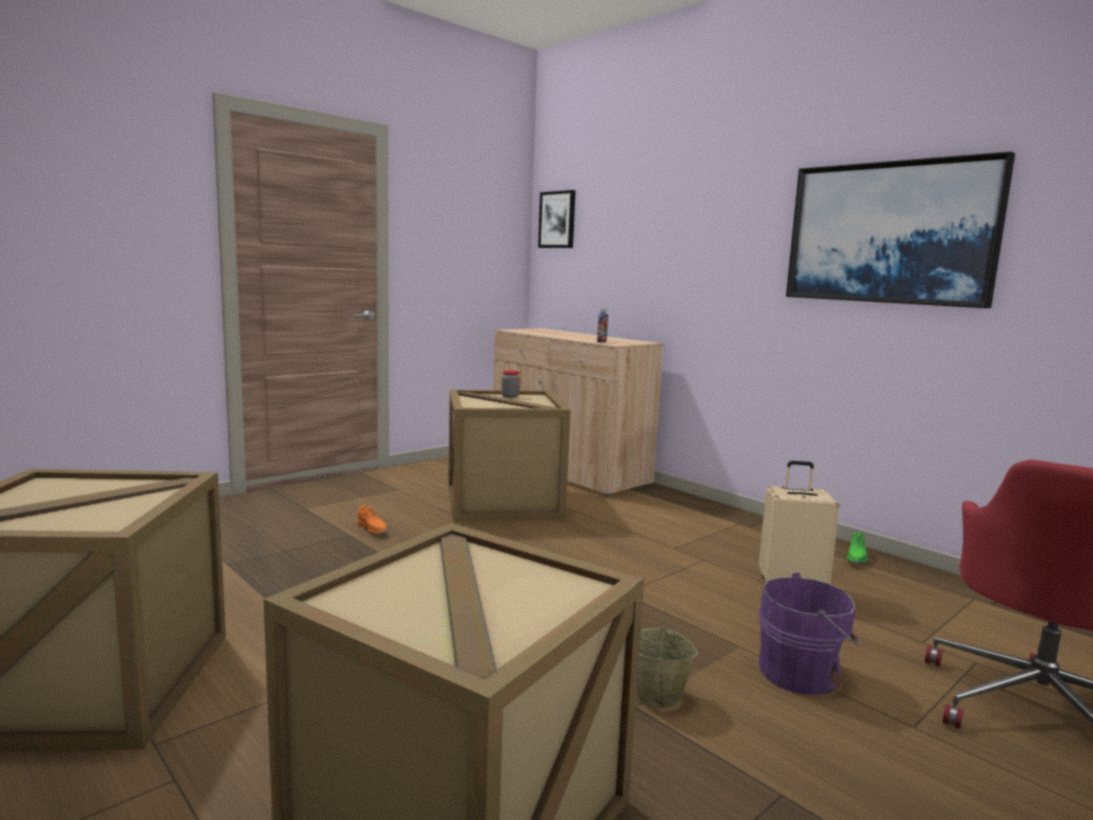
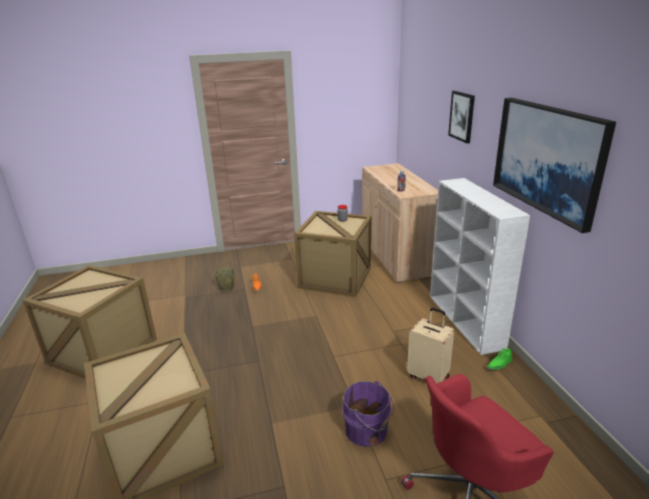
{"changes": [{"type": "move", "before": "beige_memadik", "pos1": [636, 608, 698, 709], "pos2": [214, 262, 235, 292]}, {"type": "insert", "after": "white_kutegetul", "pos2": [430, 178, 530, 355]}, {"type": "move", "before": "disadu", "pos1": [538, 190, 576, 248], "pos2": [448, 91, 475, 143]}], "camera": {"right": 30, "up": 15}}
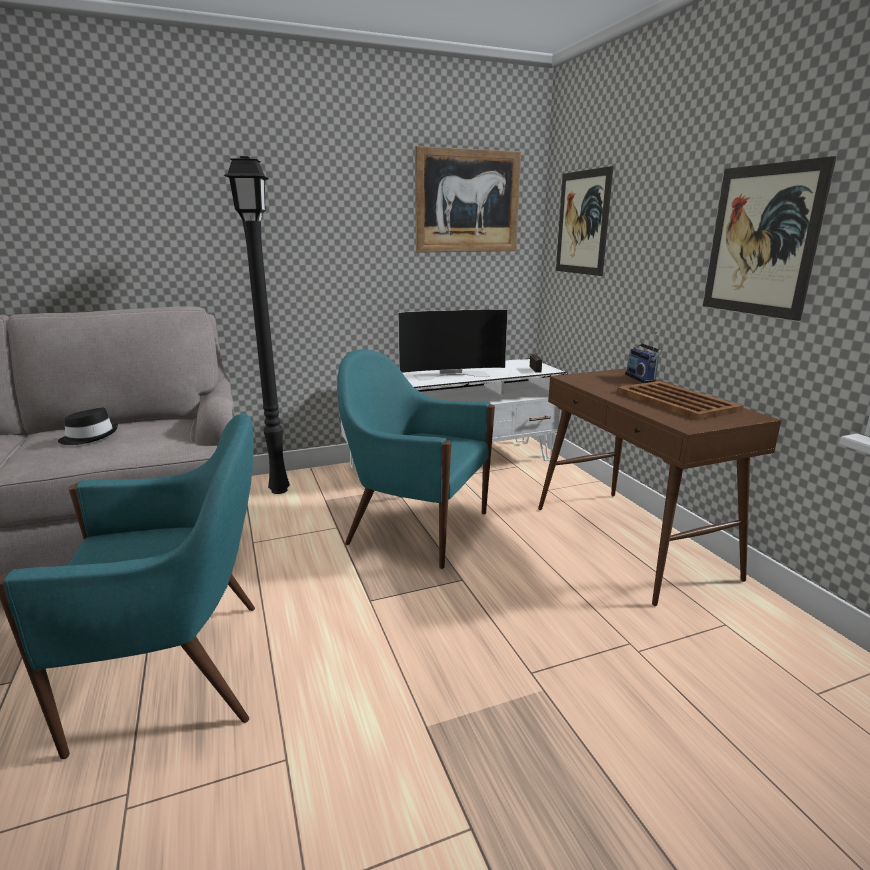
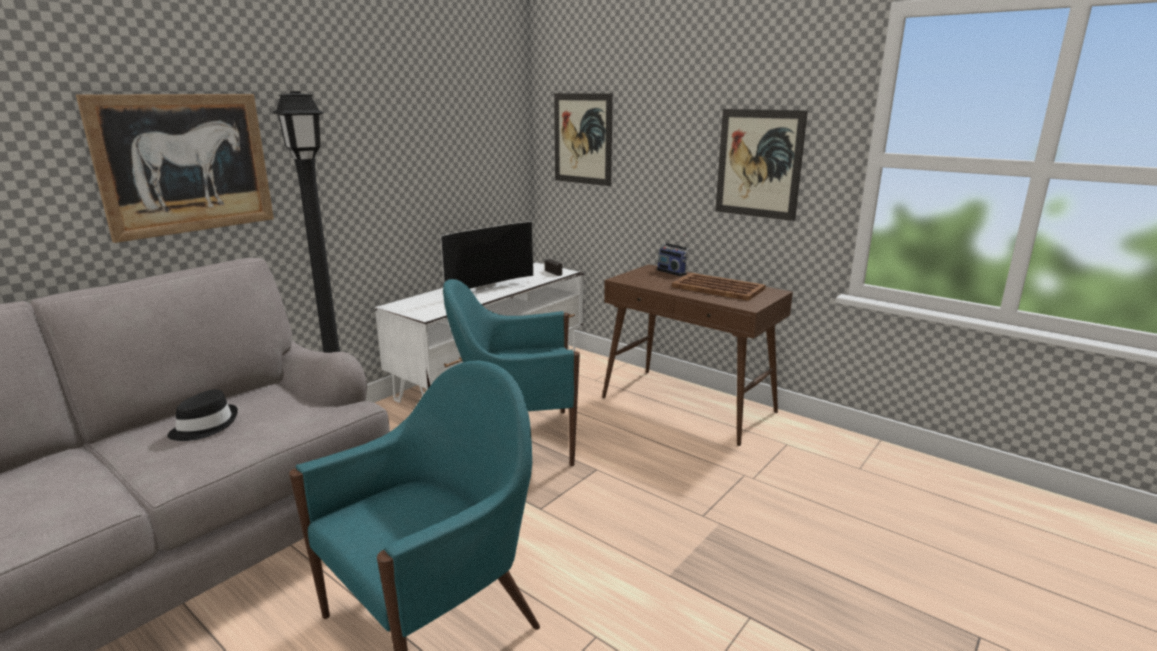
{"changes": [{"type": "move", "before": "disadu", "pos1": [415, 146, 521, 253], "pos2": [76, 94, 274, 243]}], "camera": {"right": -30, "up": 0}}
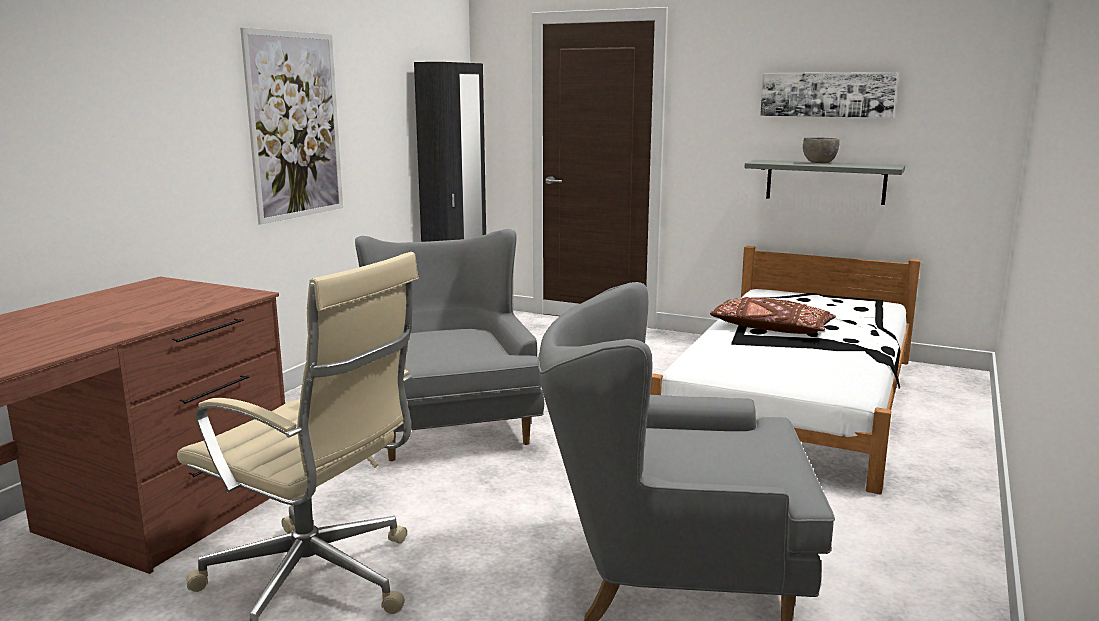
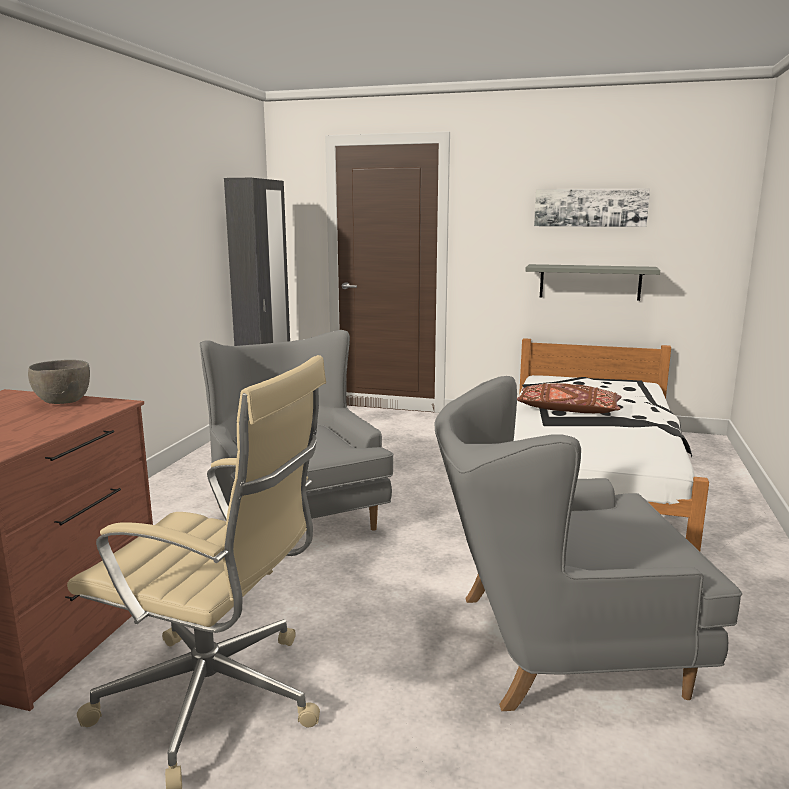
{"changes": [{"type": "move", "before": "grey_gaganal", "pos1": [803, 137, 840, 163], "pos2": [28, 360, 90, 404]}, {"type": "delete", "before": "disadu", "pos1": [240, 28, 343, 225]}], "camera": {"right": -10, "up": 0}}
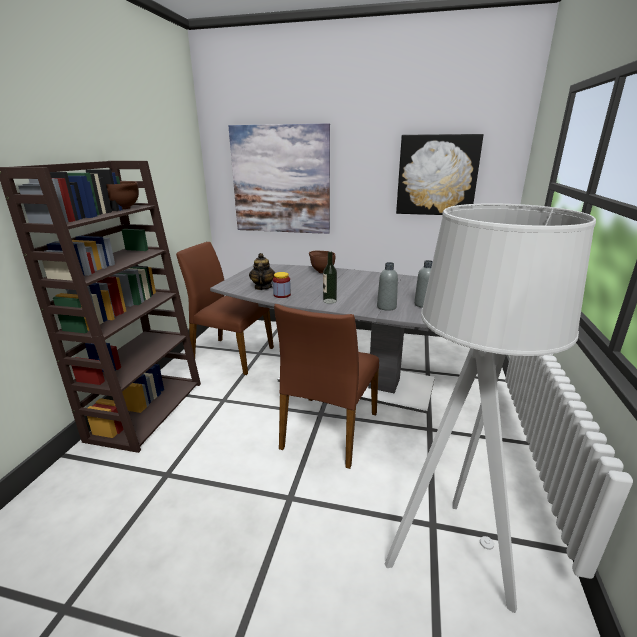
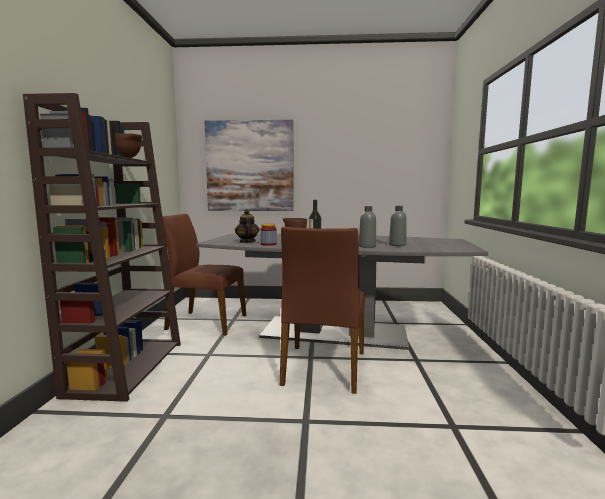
{"changes": [{"type": "delete", "before": "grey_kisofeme", "pos1": [385, 203, 596, 613]}, {"type": "delete", "before": "disadu", "pos1": [396, 134, 483, 215]}], "camera": {"right": -10, "up": -15}}
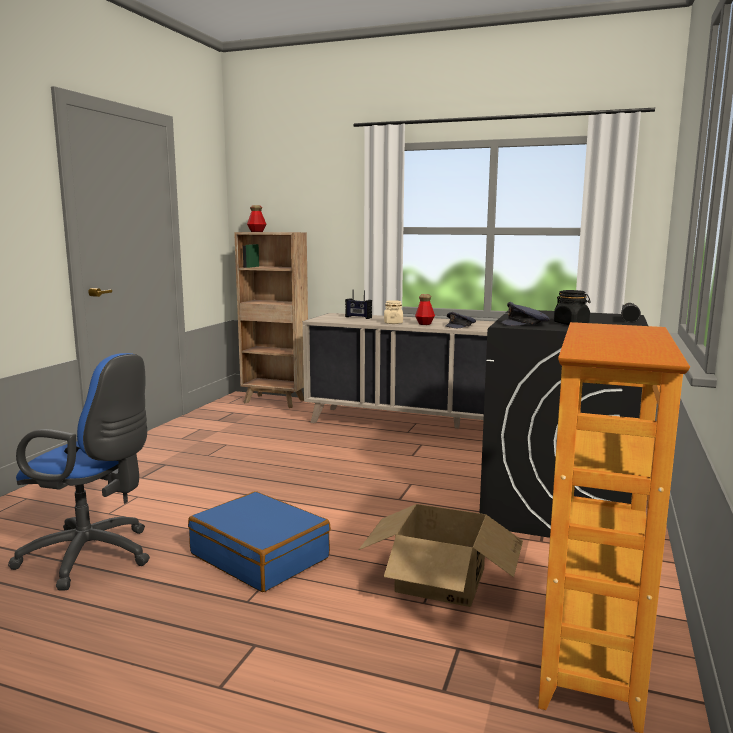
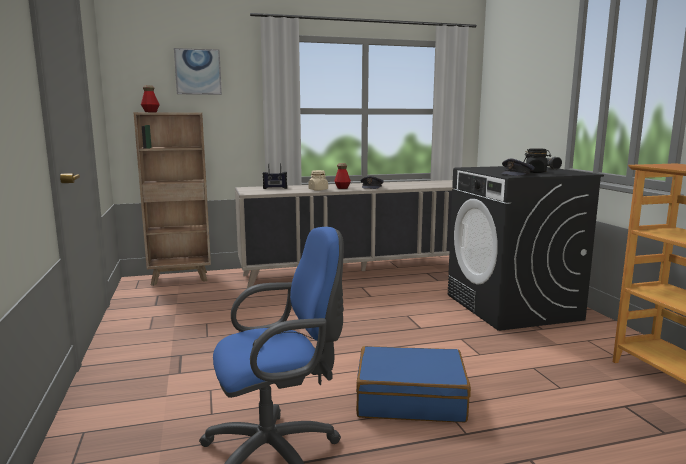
{"changes": [{"type": "insert", "after": "disadu", "pos2": [174, 48, 222, 95]}, {"type": "delete", "before": "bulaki", "pos1": [359, 504, 523, 607]}], "camera": {"right": -35, "up": 0}}
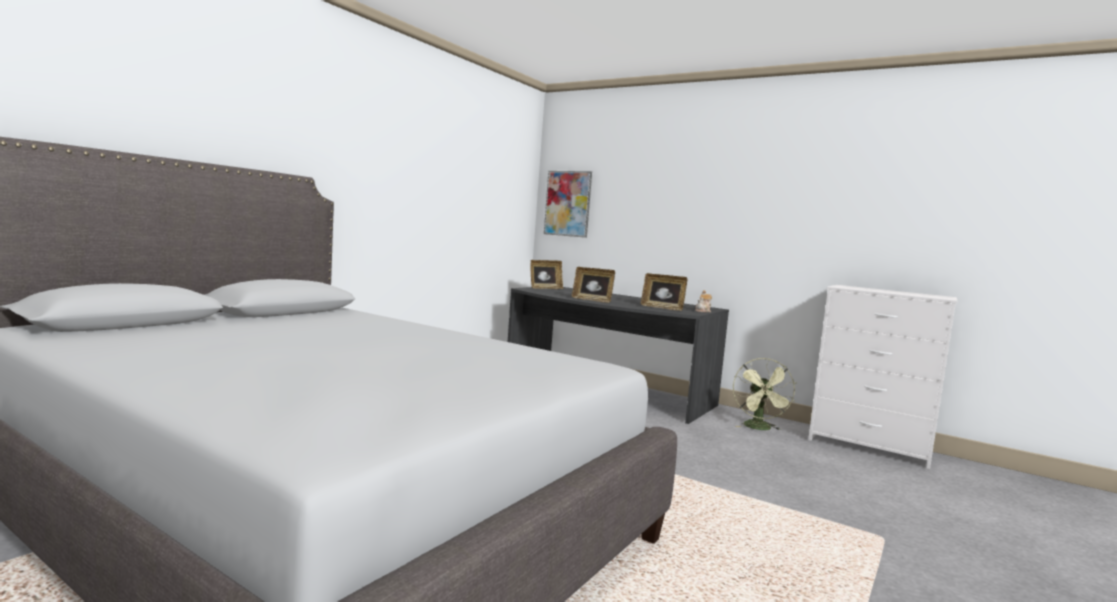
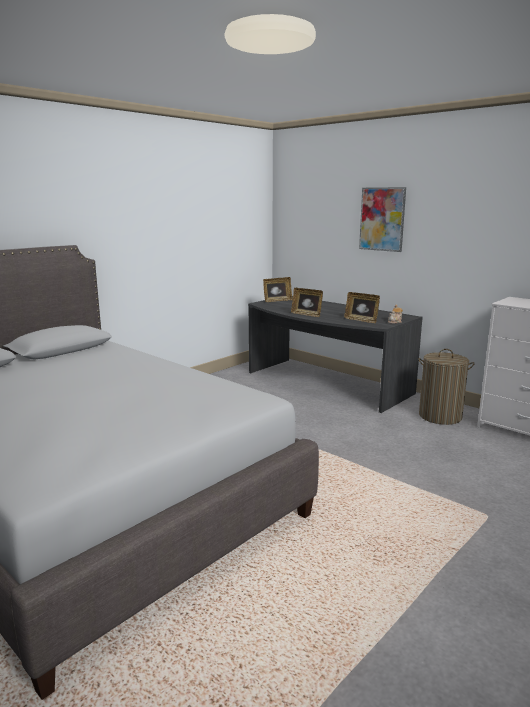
{"changes": [{"type": "move", "before": "disadu", "pos1": [544, 171, 592, 238], "pos2": [359, 187, 406, 252]}, {"type": "replace", "before": "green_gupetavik", "after": "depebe", "pos1": [733, 358, 797, 430], "pos2": [418, 349, 475, 425]}], "camera": {"right": 10, "up": 10}}
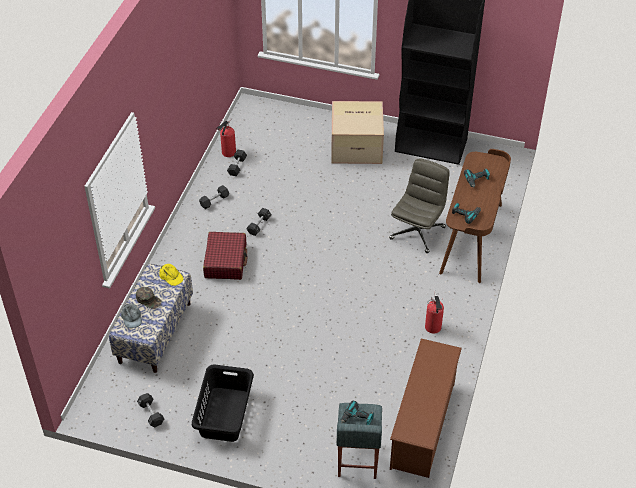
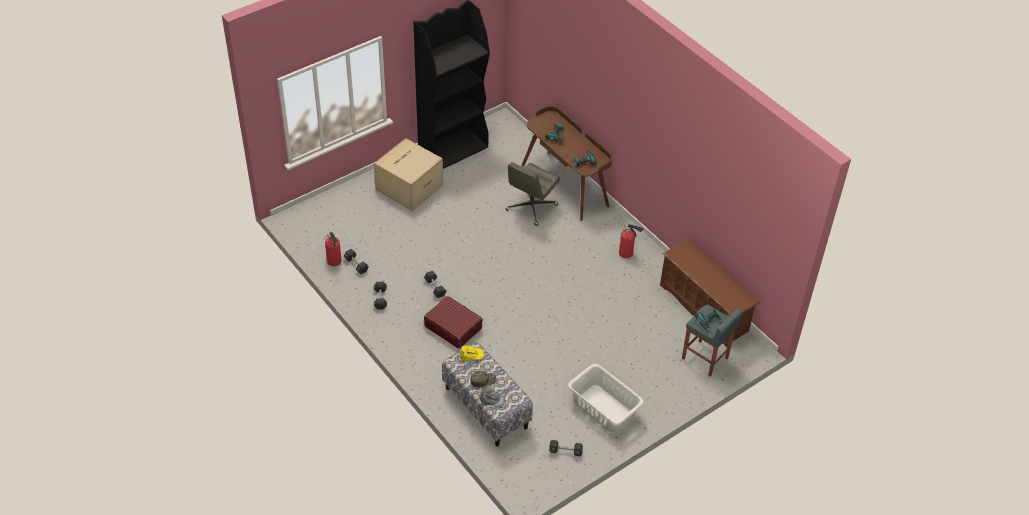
{"changes": [{"type": "rotate", "before": "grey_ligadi", "pos1": [389, 159, 450, 253], "pos2": [505, 162, 560, 226], "turn": -120}, {"type": "recolor", "before": "black_depebe", "after": "white_depebe", "pos1": [192, 364, 254, 442], "pos2": [568, 364, 644, 433]}], "camera": {"right": -55, "up": 0}}
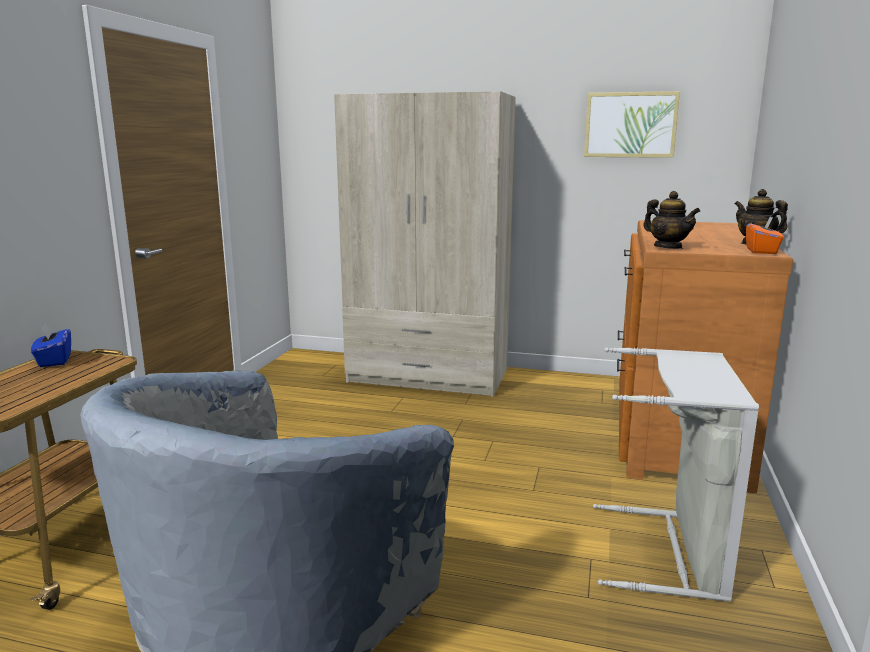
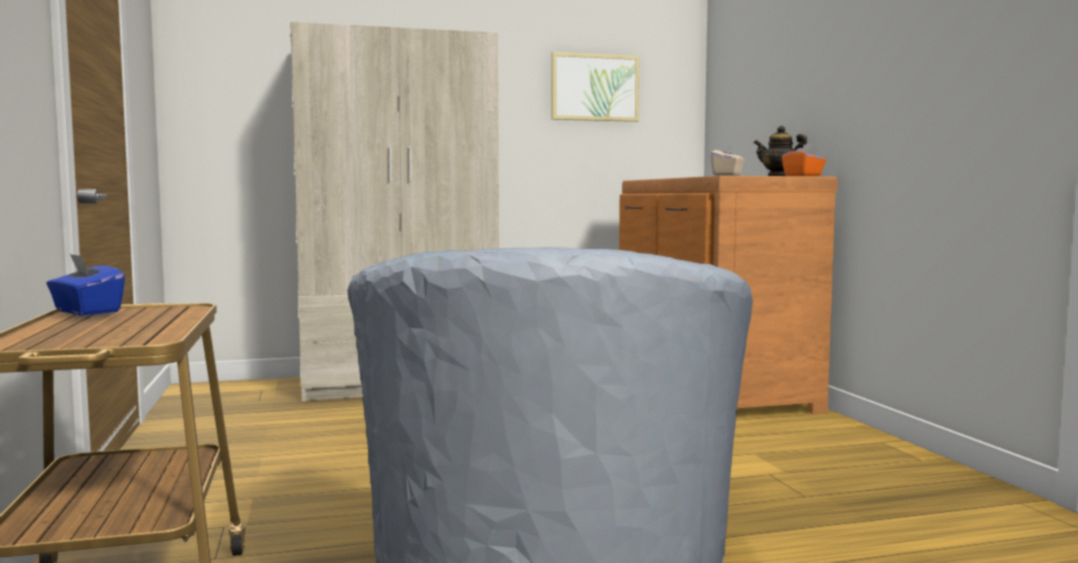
{"changes": [{"type": "replace", "before": "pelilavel", "after": "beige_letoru", "pos1": [643, 191, 700, 249], "pos2": [711, 142, 744, 176]}, {"type": "delete", "before": "grey_depebe", "pos1": [593, 348, 759, 602]}], "camera": {"right": -30, "up": -10}}
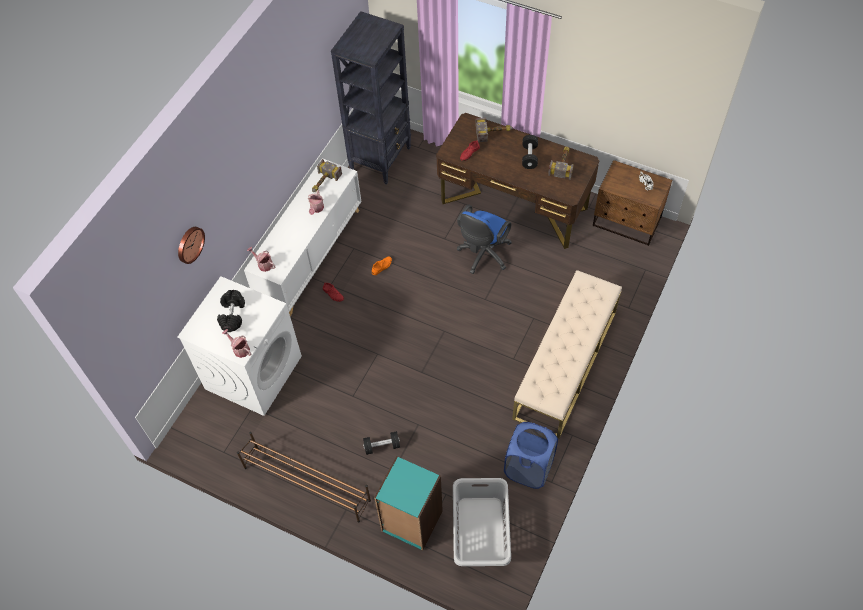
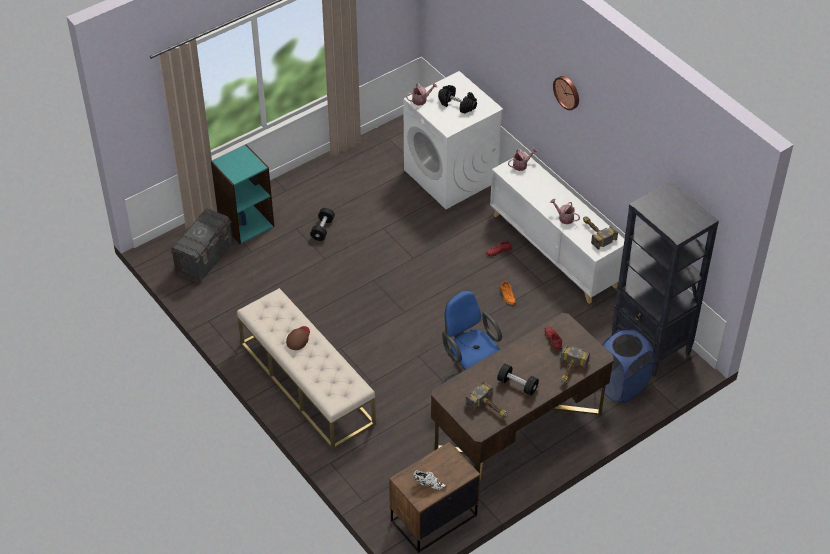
{"changes": [{"type": "replace", "before": "grey_depebe", "after": "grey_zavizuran", "pos1": [453, 478, 511, 566], "pos2": [170, 209, 233, 284]}, {"type": "insert", "after": "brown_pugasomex", "pos2": [286, 326, 310, 350]}, {"type": "move", "before": "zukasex", "pos1": [178, 227, 205, 264], "pos2": [553, 76, 579, 110]}, {"type": "move", "before": "blue_depebe", "pos1": [504, 422, 558, 489], "pos2": [600, 329, 654, 403]}, {"type": "delete", "before": "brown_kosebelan", "pos1": [237, 432, 371, 523]}], "camera": {"right": 115, "up": -10}}
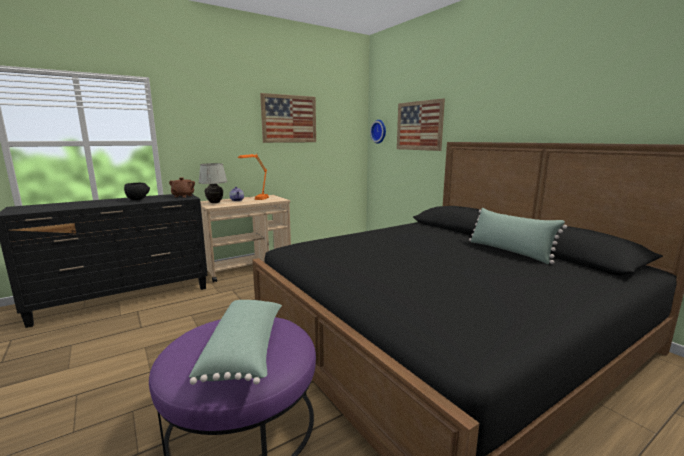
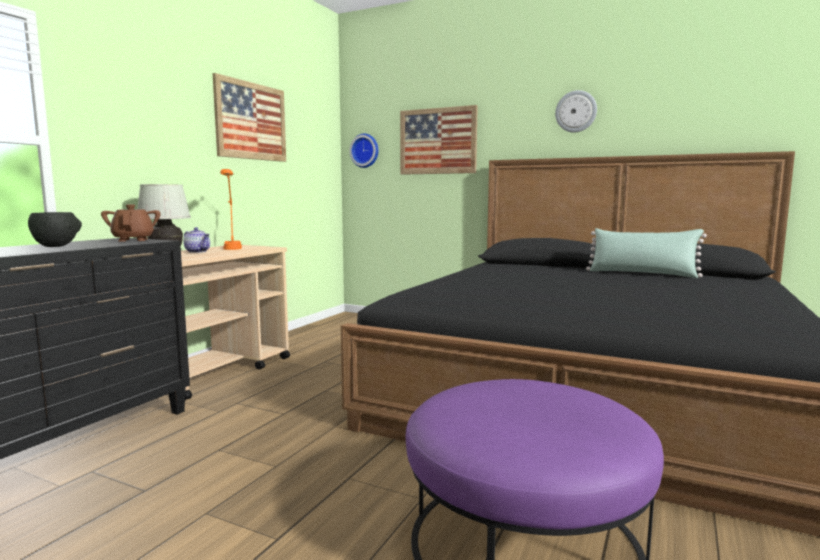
{"changes": [{"type": "insert", "after": "zukasex", "pos2": [555, 90, 597, 133]}, {"type": "delete", "before": "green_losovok", "pos1": [189, 300, 282, 385]}], "camera": {"right": -30, "up": -5}}
